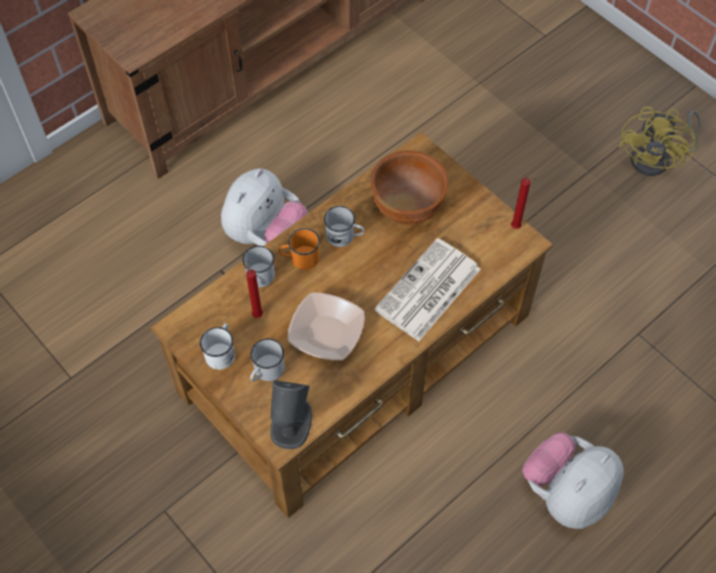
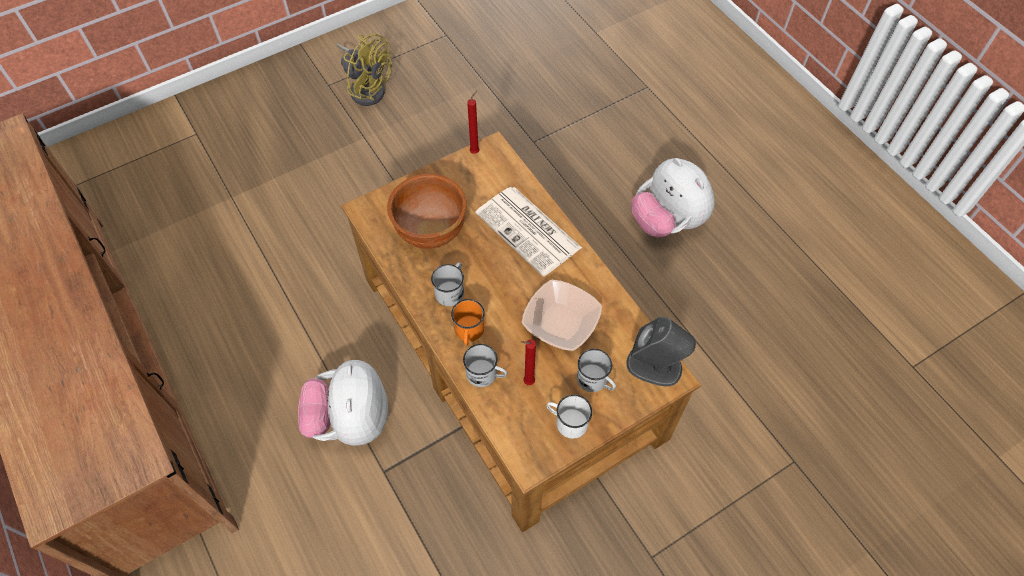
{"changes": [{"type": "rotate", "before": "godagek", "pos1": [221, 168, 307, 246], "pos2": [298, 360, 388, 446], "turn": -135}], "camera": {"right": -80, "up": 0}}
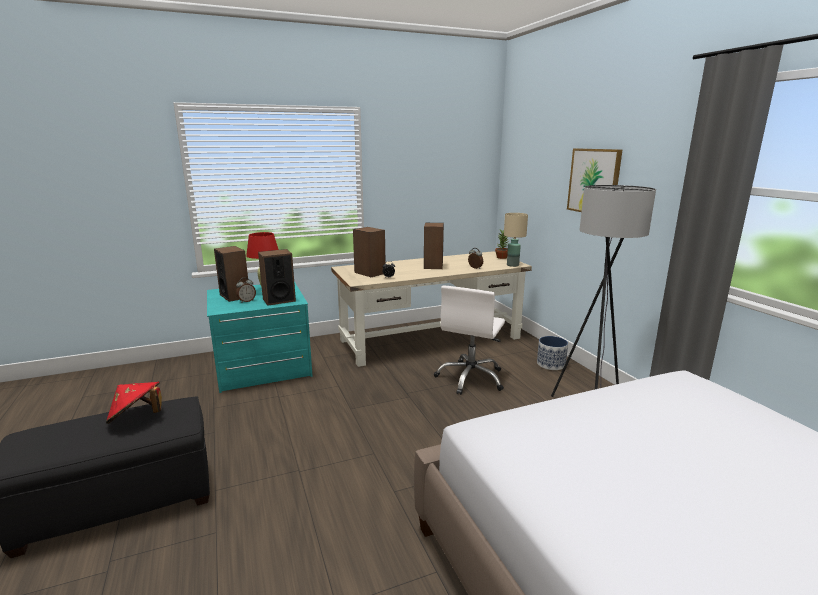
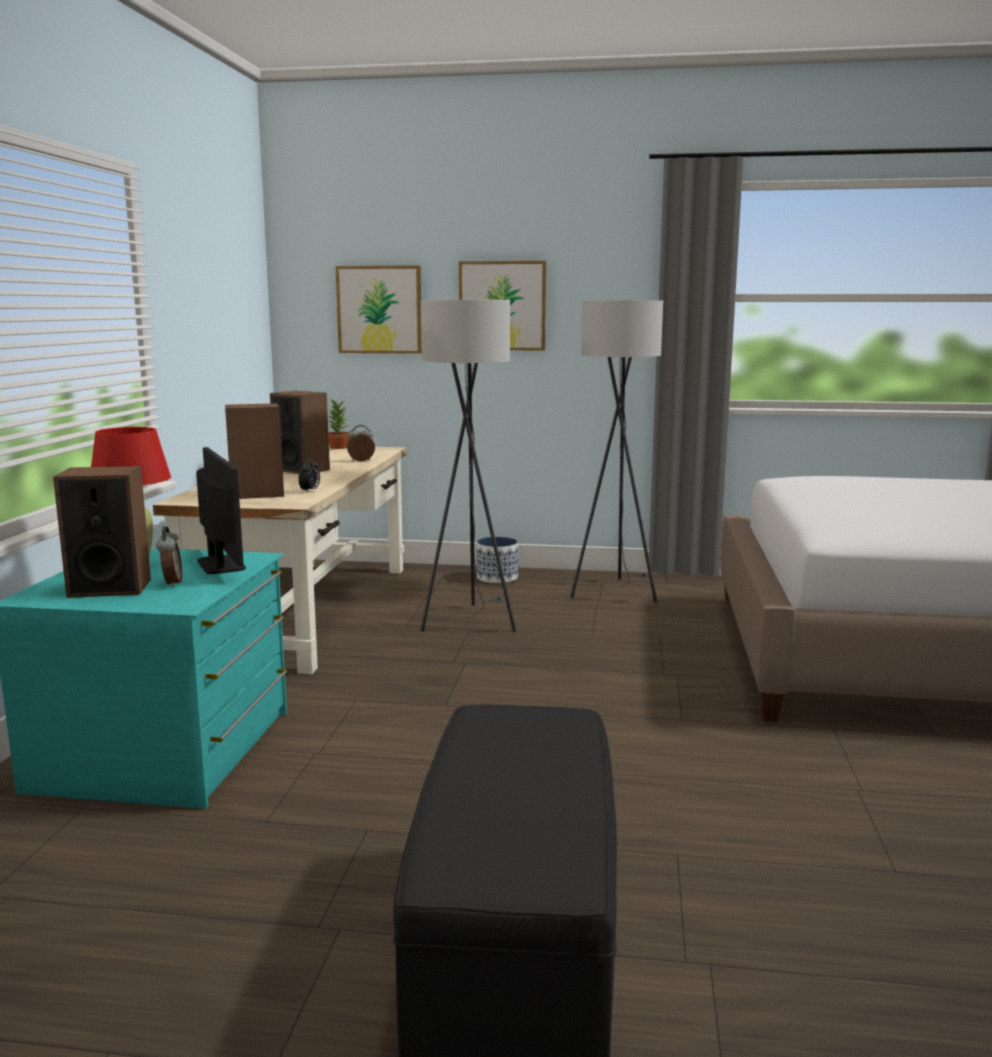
{"changes": [{"type": "replace", "before": "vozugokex", "after": "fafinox", "pos1": [258, 249, 296, 306], "pos2": [196, 447, 246, 574]}, {"type": "insert", "after": "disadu", "pos2": [335, 266, 422, 354]}, {"type": "replace", "before": "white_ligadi", "after": "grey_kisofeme", "pos1": [434, 286, 505, 395], "pos2": [420, 300, 516, 632]}, {"type": "delete", "before": "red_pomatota", "pos1": [106, 382, 162, 424]}, {"type": "delete", "before": "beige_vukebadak", "pos1": [504, 213, 528, 267]}], "camera": {"right": -60, "up": -5}}
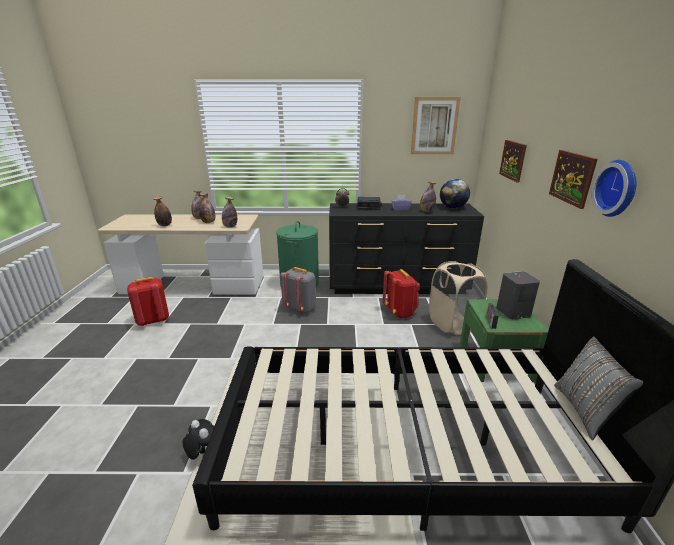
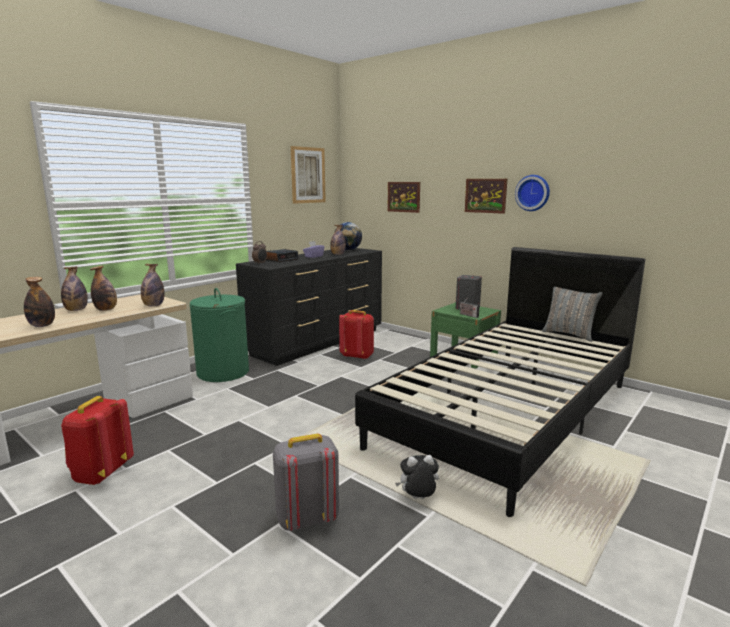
{"changes": [{"type": "move", "before": "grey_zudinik", "pos1": [280, 267, 316, 314], "pos2": [273, 434, 339, 531]}, {"type": "delete", "before": "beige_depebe", "pos1": [429, 261, 488, 335]}], "camera": {"right": -50, "up": -10}}
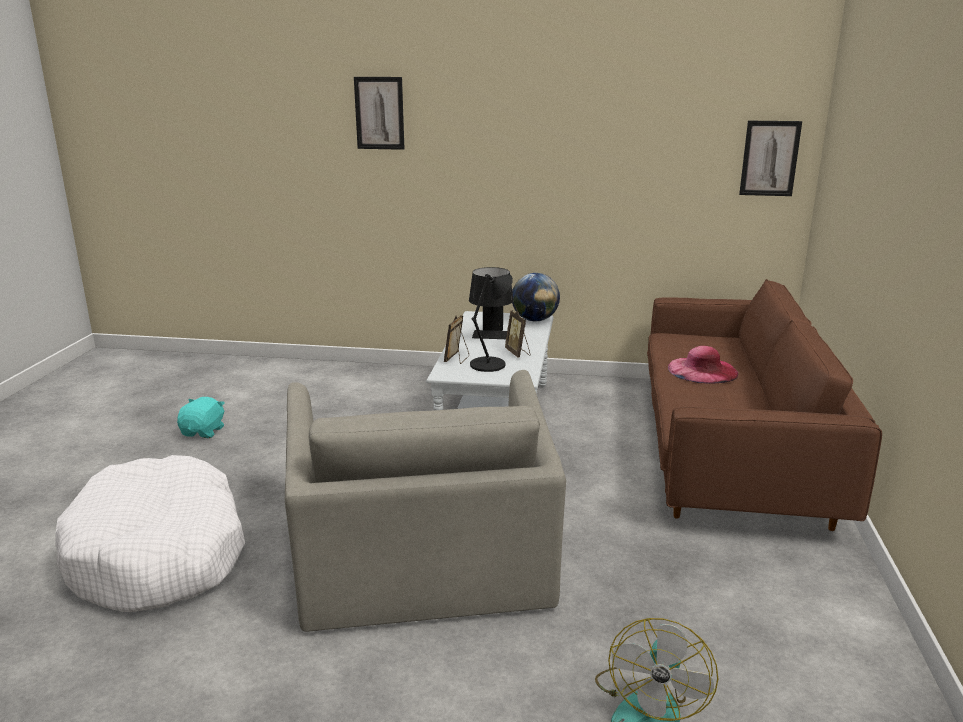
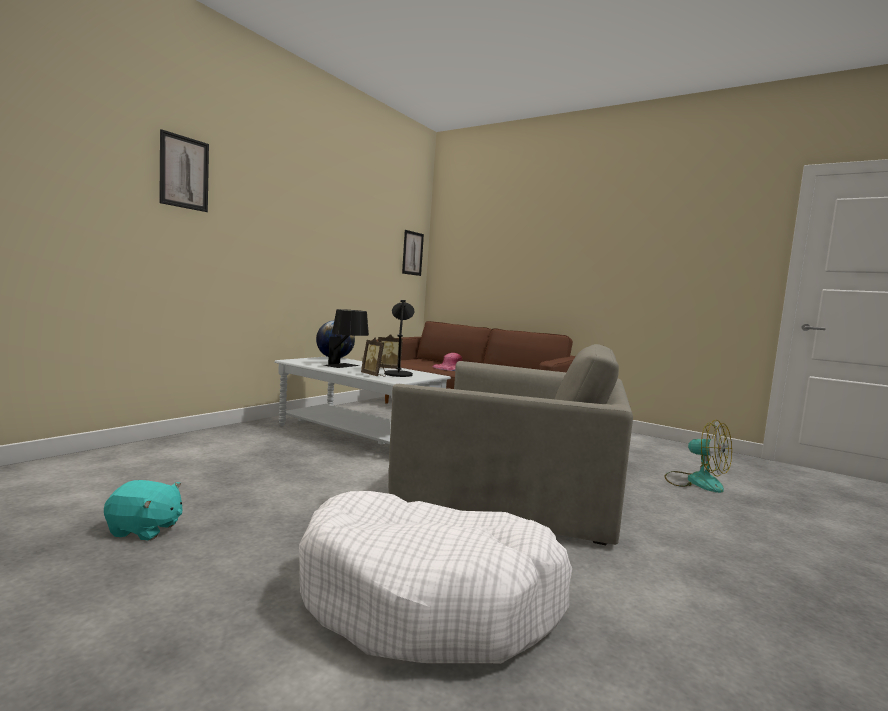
{"changes": [{"type": "rotate", "before": "turquoise_godagek", "pos1": [177, 397, 225, 438], "pos2": [104, 480, 182, 540], "turn": 150}], "camera": {"right": -65, "up": -15}}
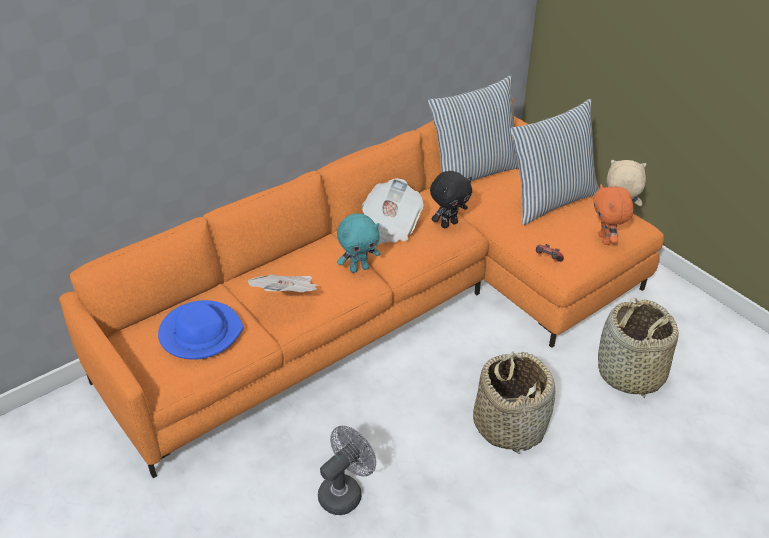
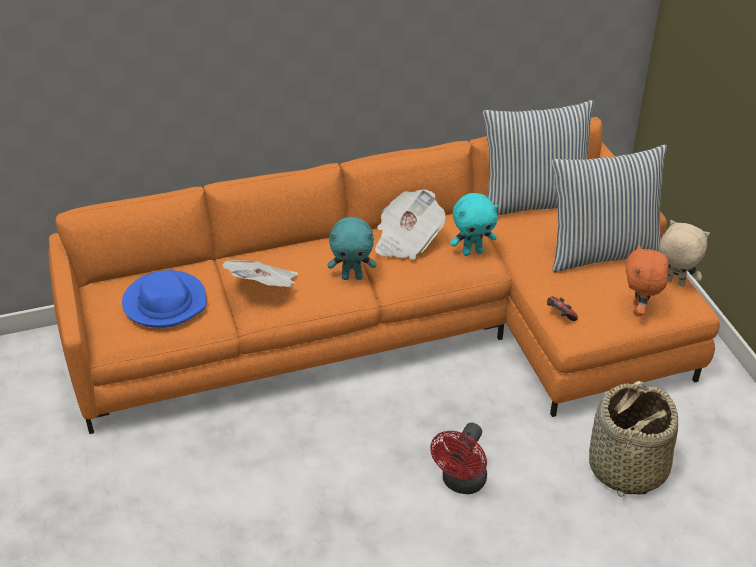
{"changes": [{"type": "replace", "before": "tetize", "after": "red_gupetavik", "pos1": [473, 351, 555, 454], "pos2": [430, 422, 487, 494]}, {"type": "recolor", "before": "black_godagek", "after": "turquoise_godagek", "pos1": [430, 171, 472, 228], "pos2": [450, 193, 498, 256]}, {"type": "delete", "before": "grey_gupetavik", "pos1": [318, 426, 376, 515]}], "camera": {"right": 20, "up": 0}}
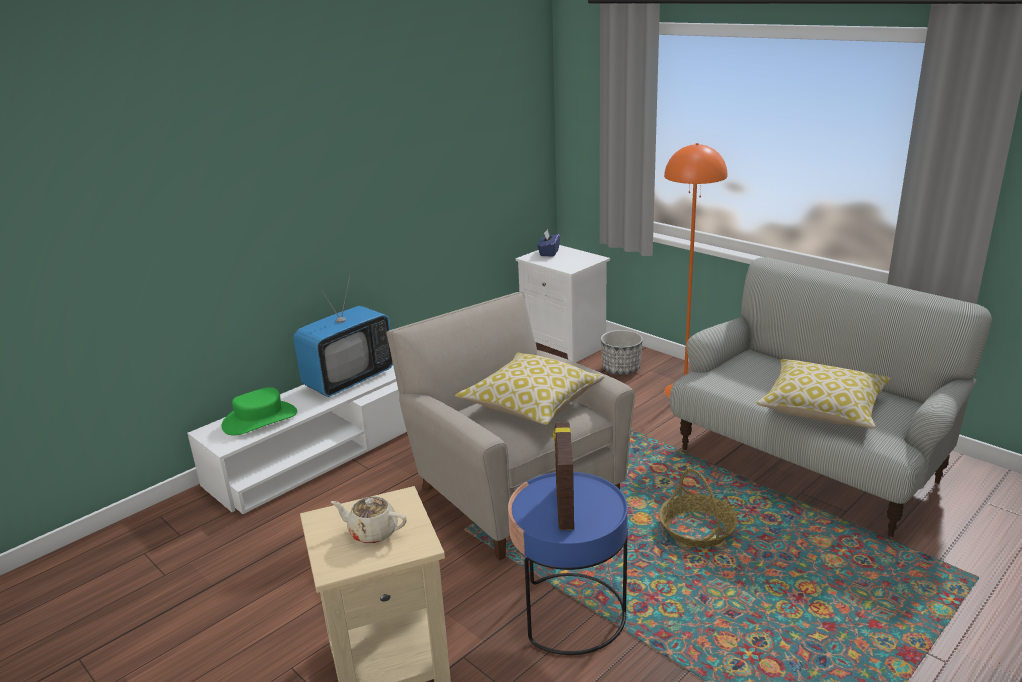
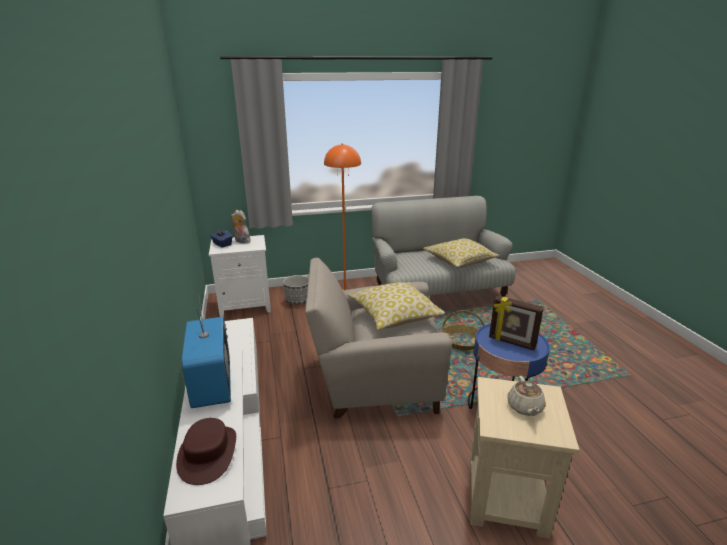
{"changes": [{"type": "recolor", "before": "green_pomatota", "after": "brown_pomatota", "pos1": [221, 387, 297, 436], "pos2": [176, 418, 236, 485]}, {"type": "insert", "after": "godagek", "pos2": [231, 210, 251, 244]}, {"type": "rotate", "before": "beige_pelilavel", "pos1": [331, 496, 407, 544], "pos2": [507, 376, 546, 416], "turn": -45}], "camera": {"right": -60, "up": 0}}
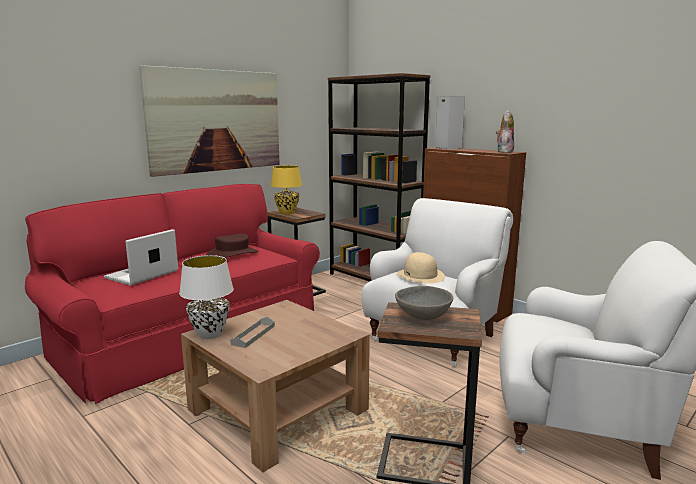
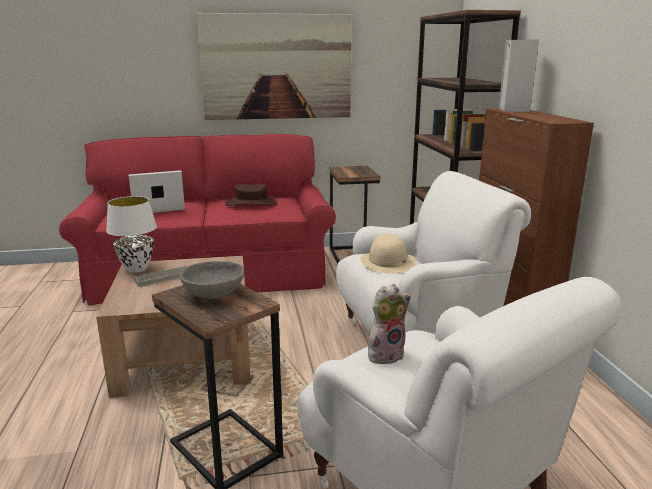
{"changes": [{"type": "move", "before": "godagek", "pos1": [496, 110, 514, 153], "pos2": [368, 284, 411, 364]}, {"type": "delete", "before": "yellow_vukebadak", "pos1": [271, 165, 302, 215]}], "camera": {"right": 35, "up": 5}}
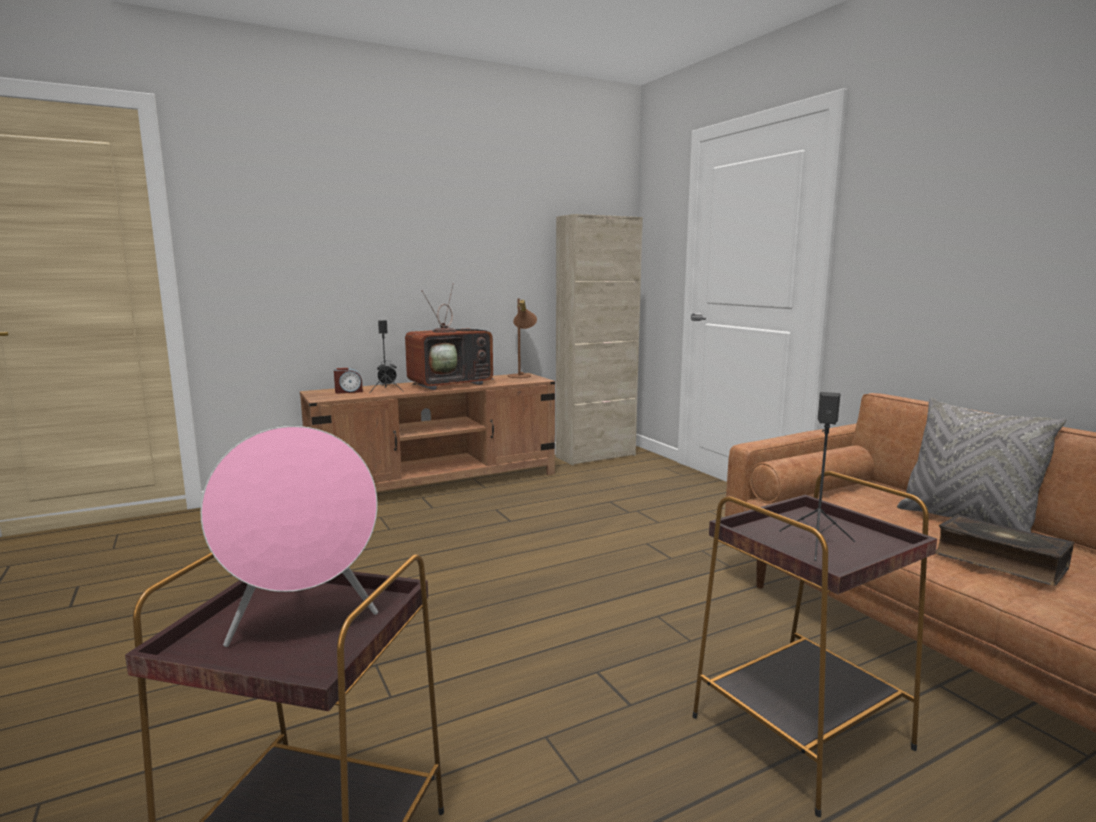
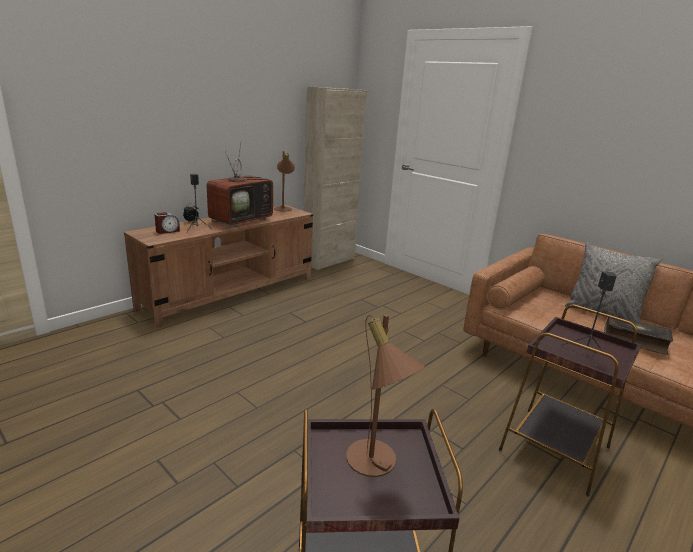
{"changes": [{"type": "replace", "before": "pink_vozugokex", "after": "brown_vukebadak", "pos1": [201, 426, 378, 647], "pos2": [346, 314, 425, 477]}], "camera": {"right": -20, "up": 10}}
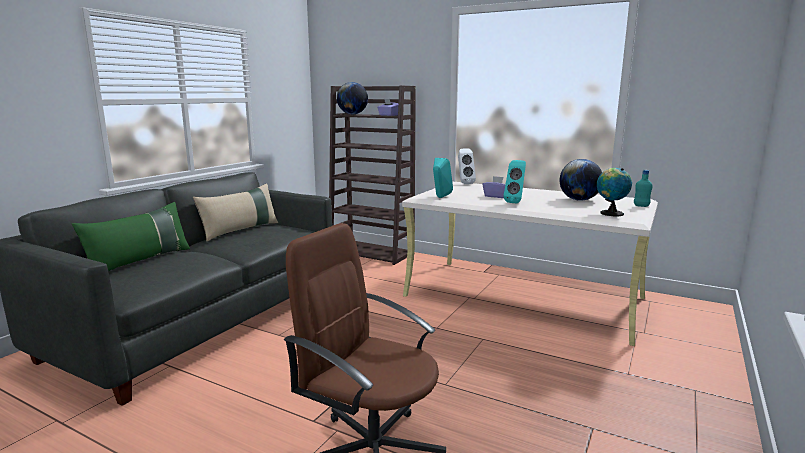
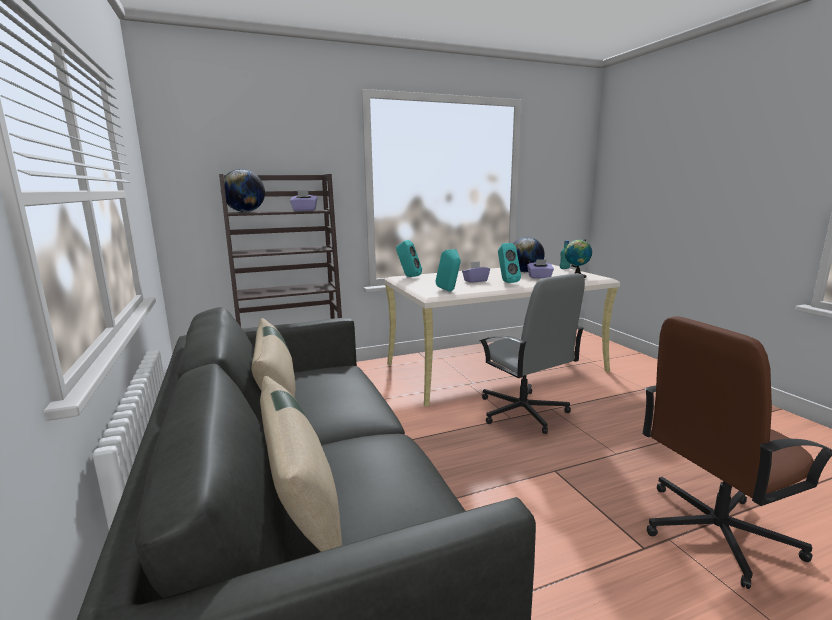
{"changes": [{"type": "recolor", "before": "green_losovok", "after": "beige_losovok", "pos1": [72, 202, 190, 271], "pos2": [260, 376, 342, 552]}, {"type": "recolor", "before": "white_vozugokex", "after": "turquoise_vozugokex", "pos1": [458, 149, 476, 184], "pos2": [396, 240, 422, 277]}, {"type": "insert", "after": "grey_ligadi", "pos2": [479, 273, 585, 434]}, {"type": "insert", "after": "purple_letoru", "pos2": [527, 259, 554, 278]}], "camera": {"right": -50, "up": 0}}
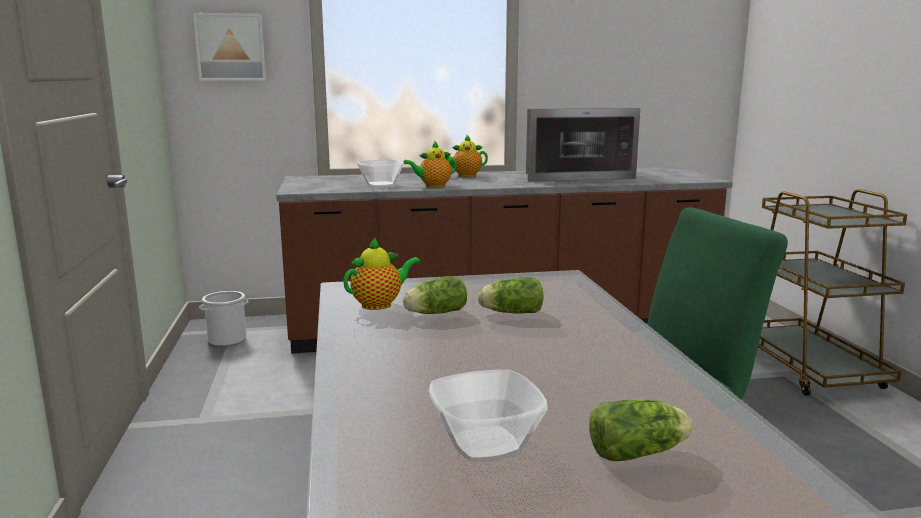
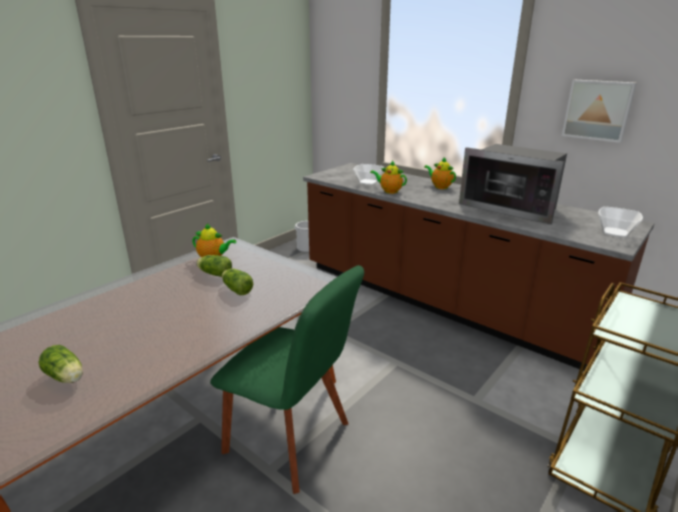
{"changes": [{"type": "move", "before": "disadu", "pos1": [193, 13, 267, 81], "pos2": [562, 80, 637, 143]}, {"type": "move", "before": "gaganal", "pos1": [429, 370, 548, 462], "pos2": [598, 207, 643, 237]}], "camera": {"right": 50, "up": 10}}
